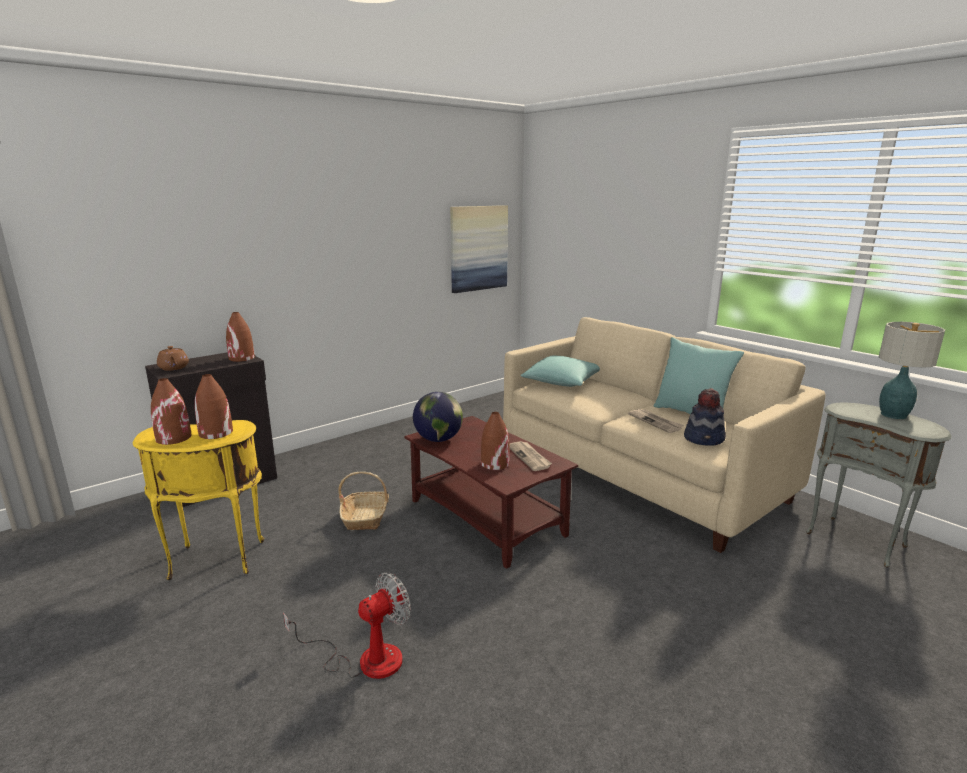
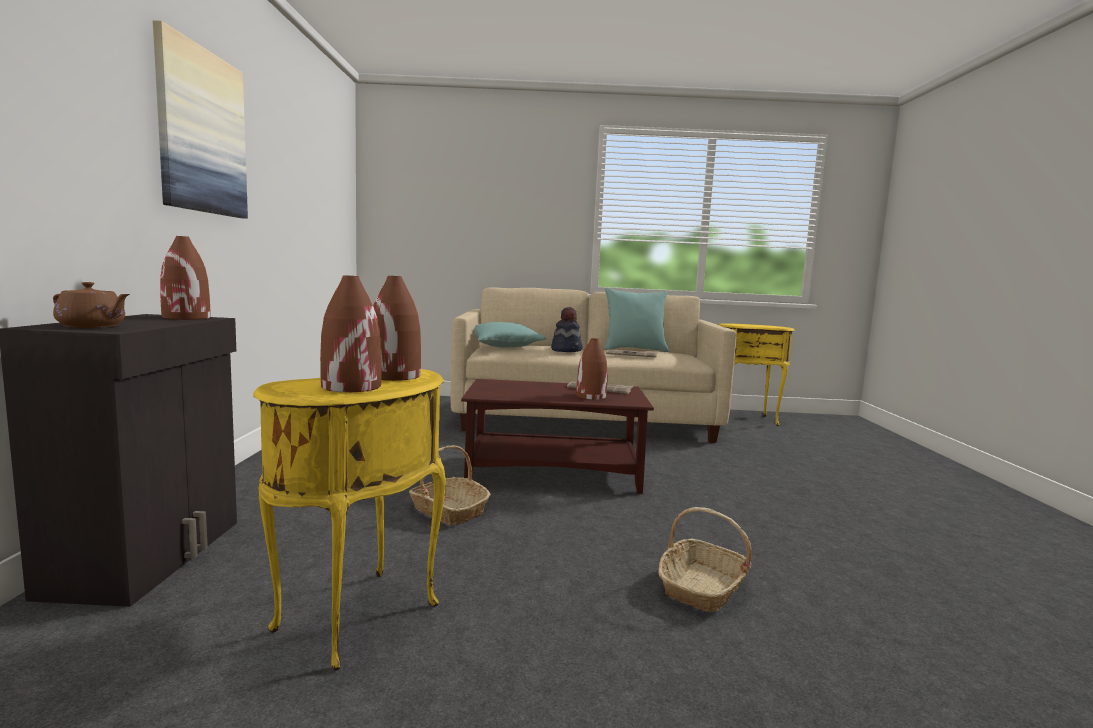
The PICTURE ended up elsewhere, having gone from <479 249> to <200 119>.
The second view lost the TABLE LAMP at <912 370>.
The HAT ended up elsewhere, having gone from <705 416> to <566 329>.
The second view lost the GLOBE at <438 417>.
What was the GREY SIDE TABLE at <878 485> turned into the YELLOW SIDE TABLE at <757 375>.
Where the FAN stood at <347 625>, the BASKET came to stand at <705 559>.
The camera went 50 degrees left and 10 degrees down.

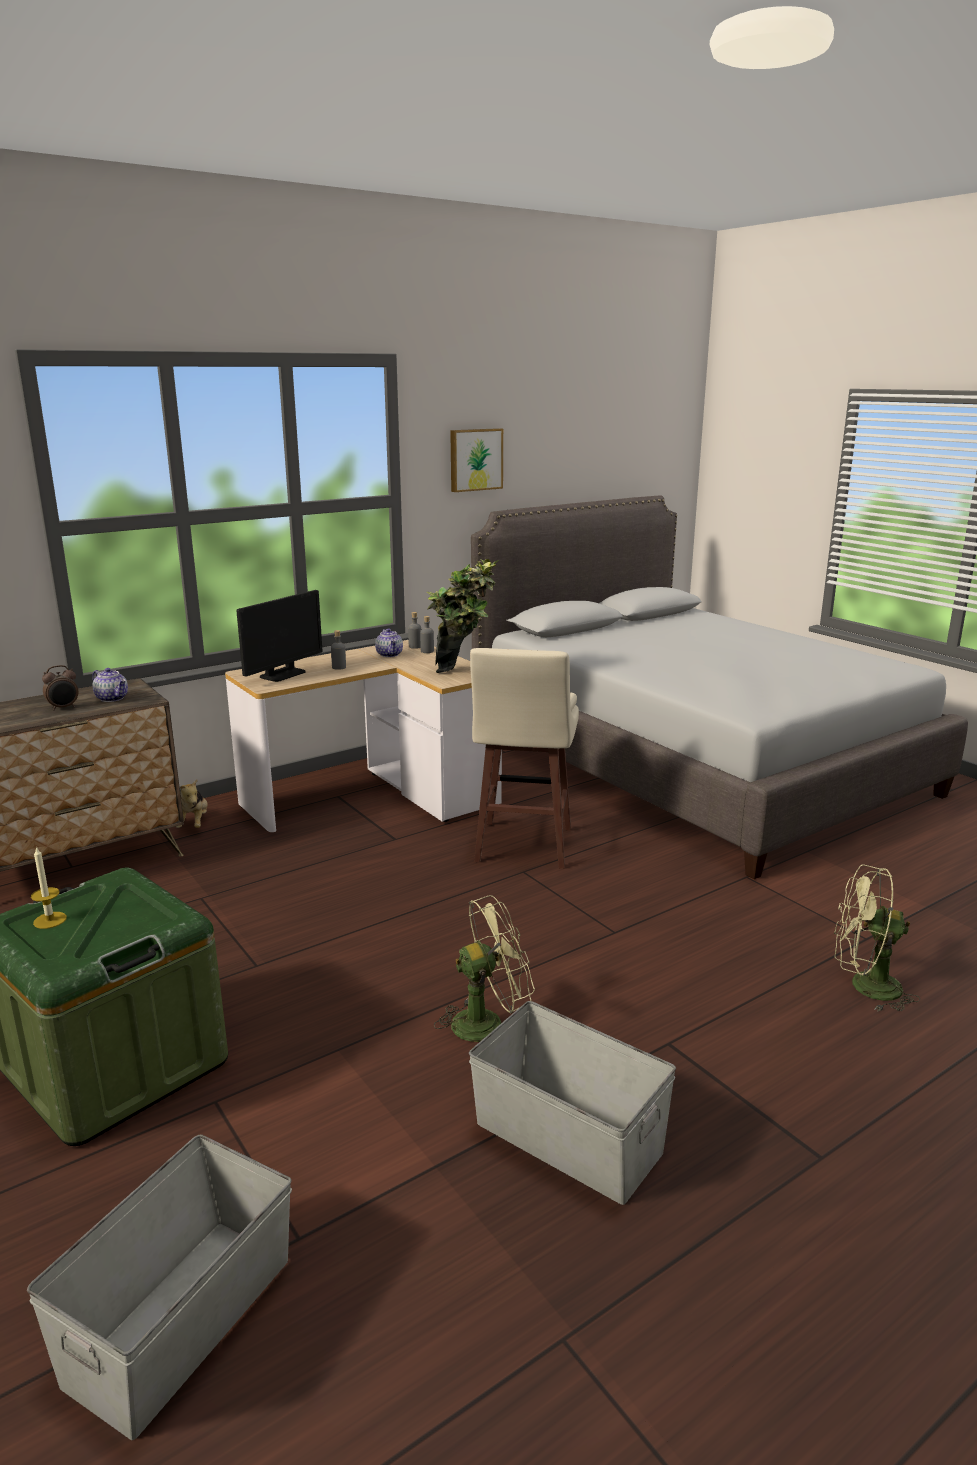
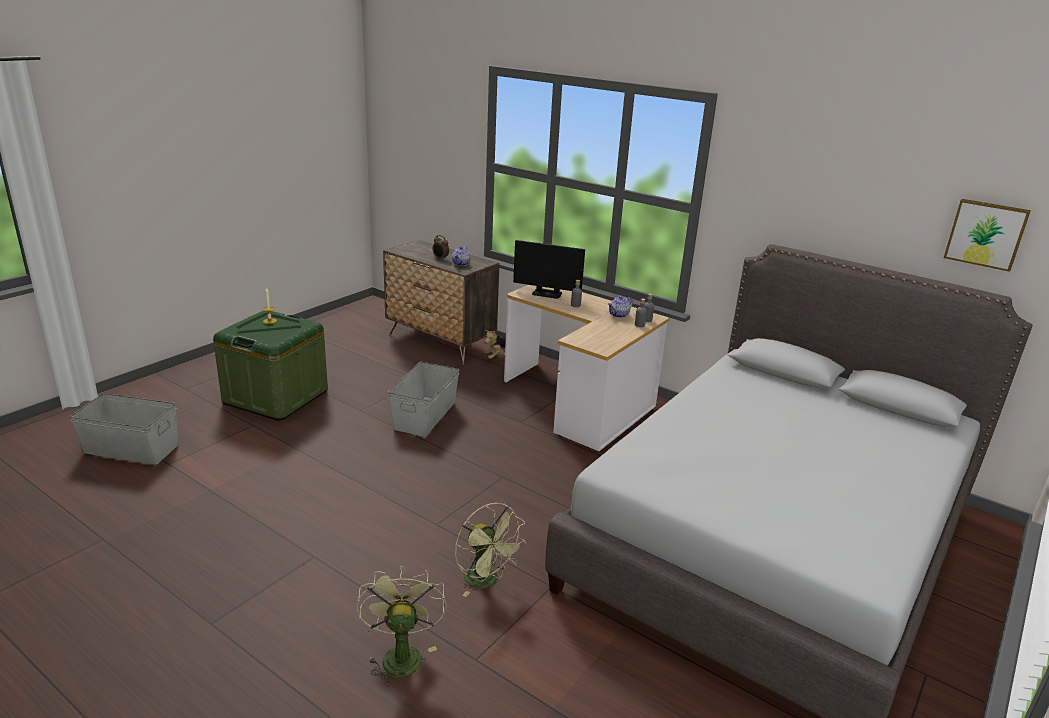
The PICTURE ended up elsewhere, having gone from <476 460> to <987 235>.
The second view lost the POTTED PLANT at <463 616>.
The second view lost the BEIGE STOOL at <524 758>.
The GREEN FAN ended up elsewhere, having gone from <484 968> to <490 550>.
The GREY STORAGE BOX ended up elsewhere, having gone from <572 1103> to <424 399>.
The camera went 70 degrees right and 5 degrees up.

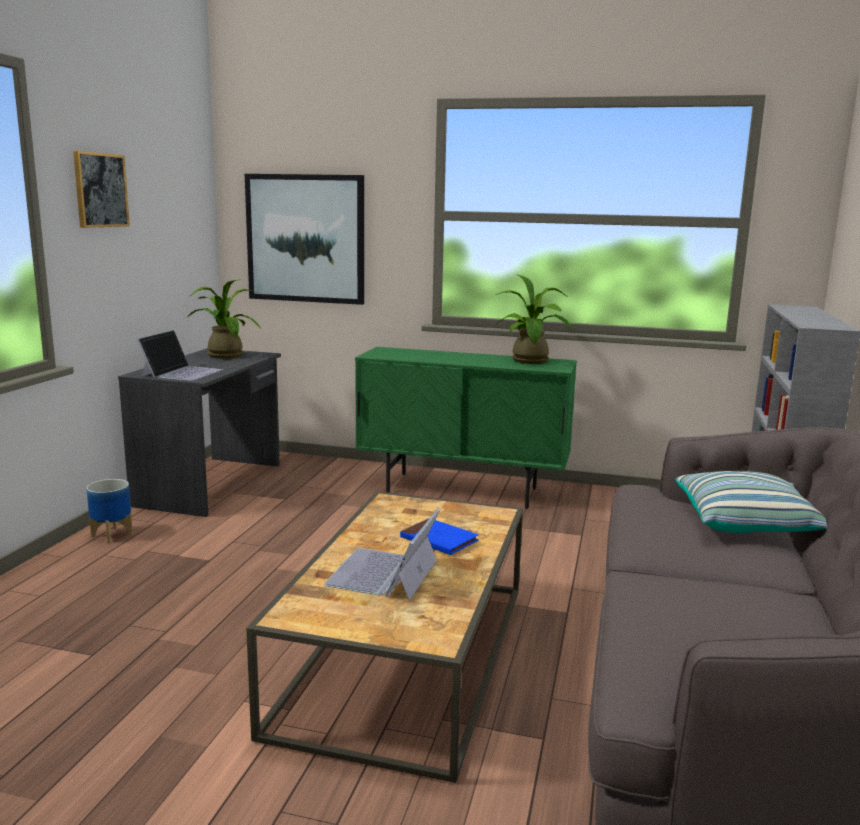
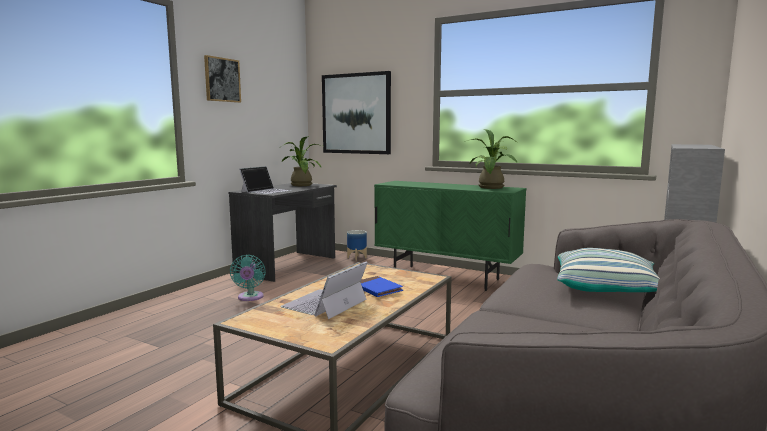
The PLANTER ended up elsewhere, having gone from <109 511> to <357 245>.
The second view gained the TURQUOISE FAN at <248 278>.
The camera went 15 degrees right and 5 degrees down.

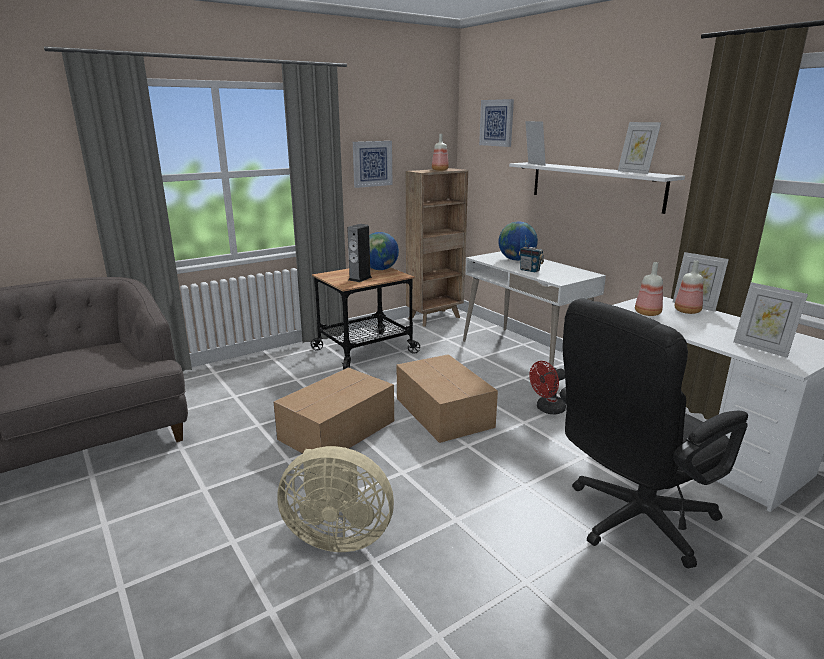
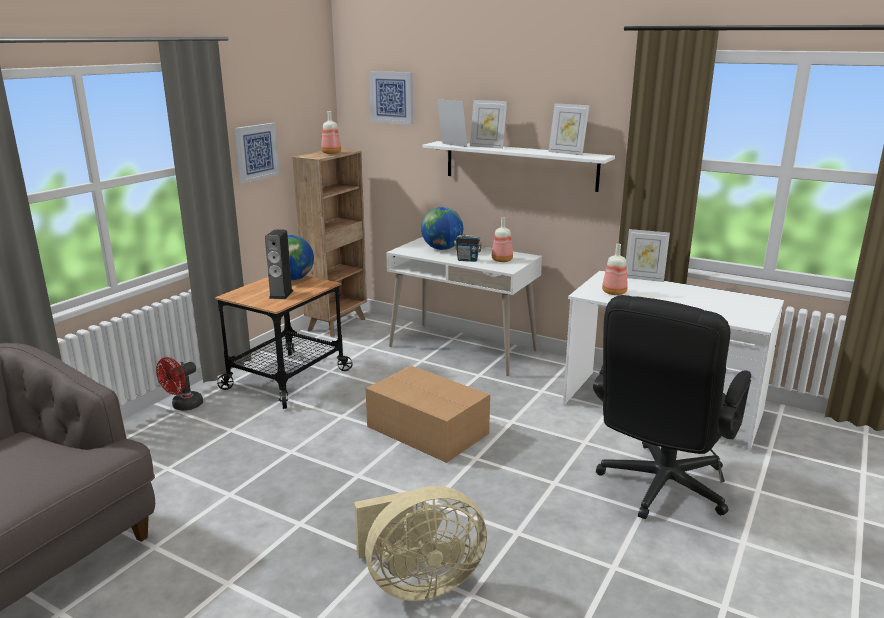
The BOTTLE ended up elsewhere, having gone from <688 287> to <502 239>.
The PICTURE FRAME ended up elsewhere, having gone from <770 320> to <488 124>.
The RED FAN ended up elsewhere, having gone from <547 387> to <179 384>.
The second view lost the CARDBOARD BOX at <333 410>.
The camera went 25 degrees left and 0 degrees up.

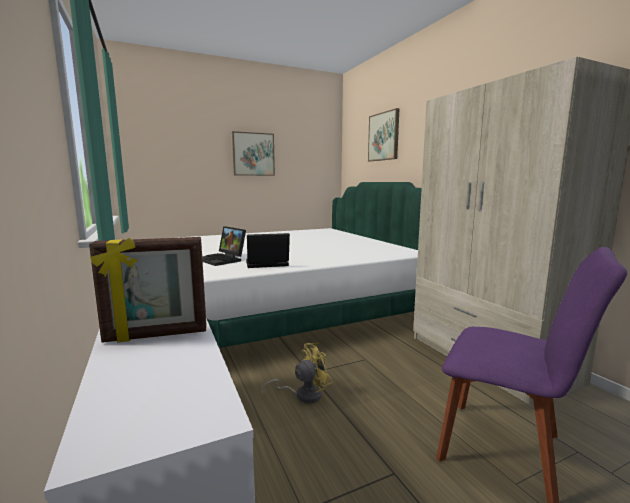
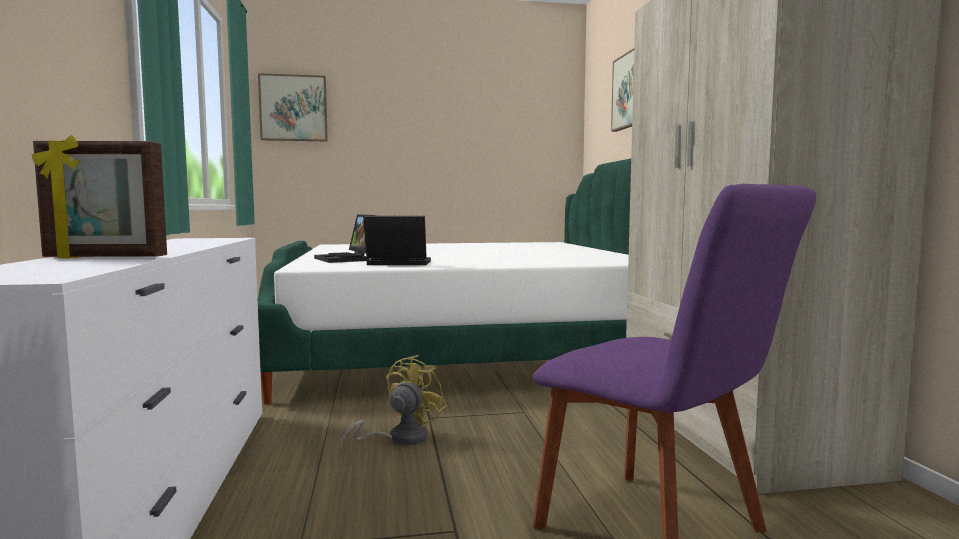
The PICTURE ended up elsewhere, having gone from <253 153> to <293 107>.
The YELLOW FAN at <296 373> ended up facing another way, 45 degrees counterclockwise from before.
The camera went 15 degrees right and 5 degrees down.

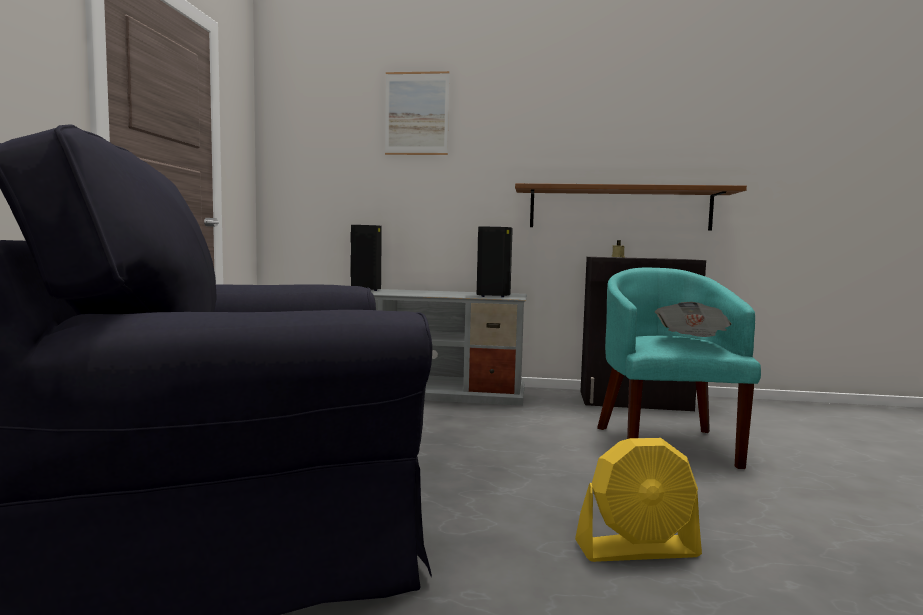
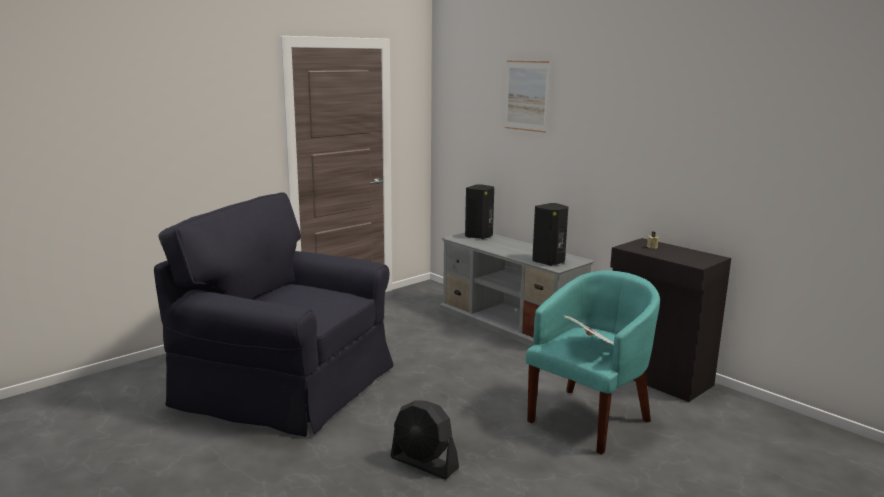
The second view lost the BROWN SHELF at <631 207>.
What was the YELLOW FAN at <638 500> turned into the BLACK FAN at <424 439>.
The camera went 40 degrees right and 10 degrees up.

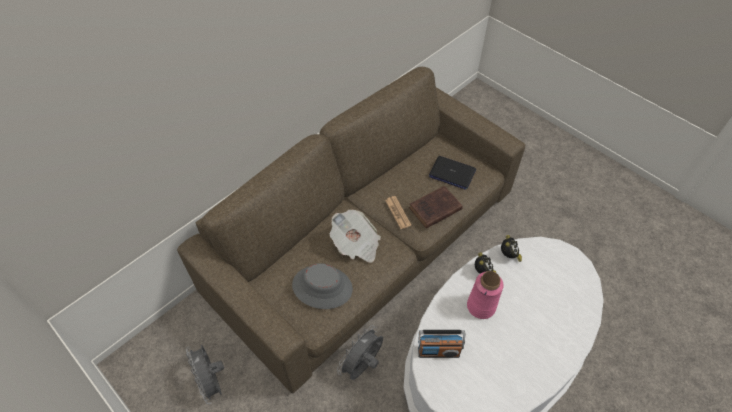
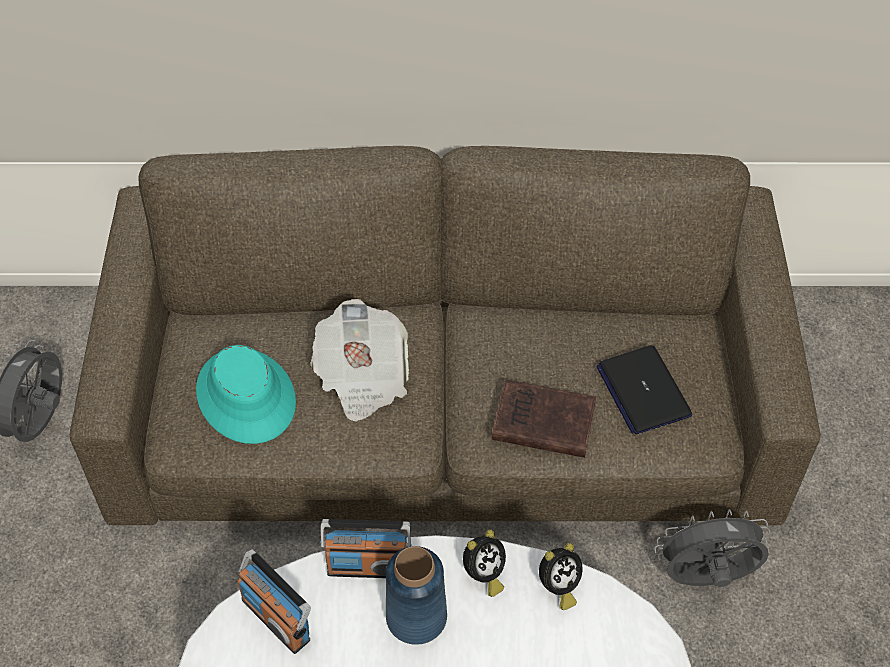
The second view lost the NEWSPAPER at <398 212>.
What was the GREY HAT at <322 286> turned into the TURQUOISE HAT at <246 394>.
What was the PINK VASE at <485 295> turned into the BLUE VASE at <416 595>.
The GREY FAN ended up elsewhere, having gone from <360 352> to <712 548>.
The second view gained the RADIO at <365 548>.
The camera went 45 degrees right and 0 degrees up.

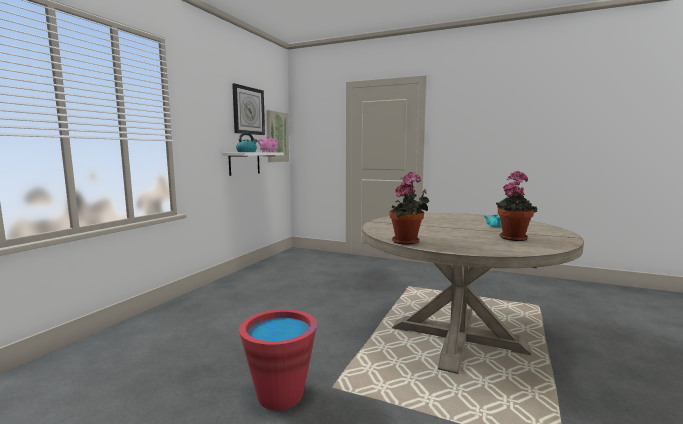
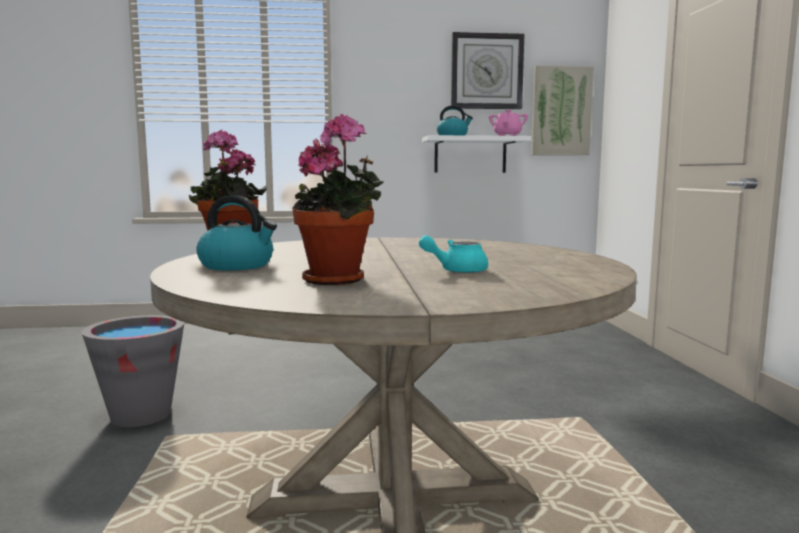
What was the RED BUCKET at <278 359> turned into the GREY BUCKET at <133 371>.
The second view gained the KETTLE at <236 232>.
The camera went 60 degrees right and 0 degrees up.

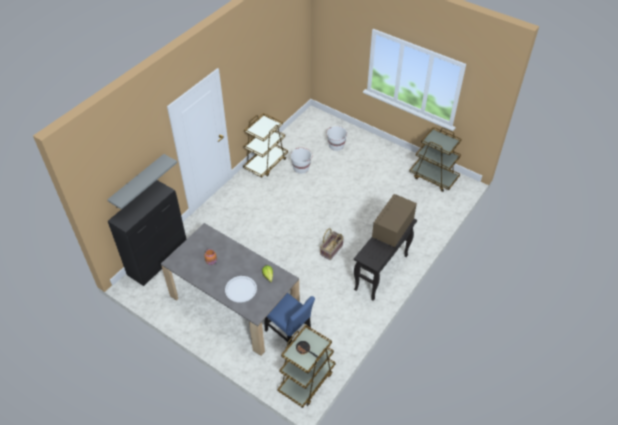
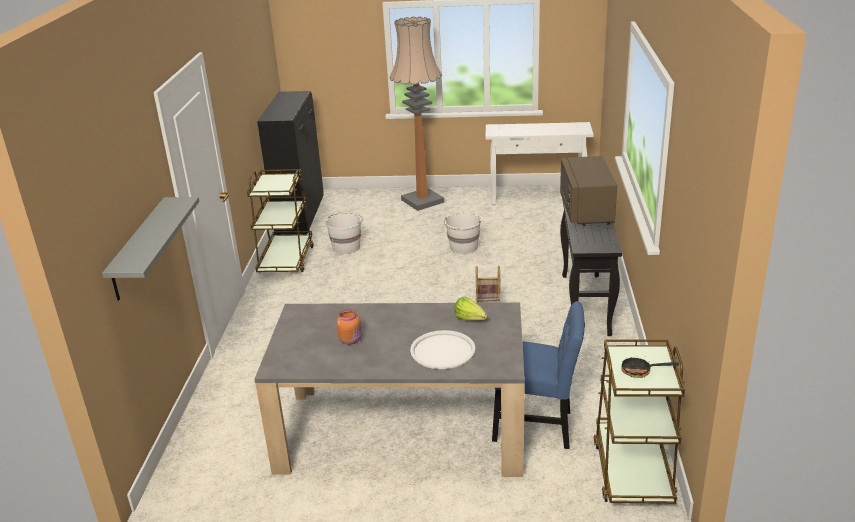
The WHITE BUCKET ended up elsewhere, having gone from <336 138> to <462 233>.
Where the BROWN CART stood at <435 159>, the WHITE CONSOLE TABLE came to stand at <540 163>.
The BLACK CABINET ended up elsewhere, having gone from <147 233> to <290 163>.
The second view gained the FLOOR LAMP at <417 114>.
The camera went 30 degrees left and 20 degrees down.

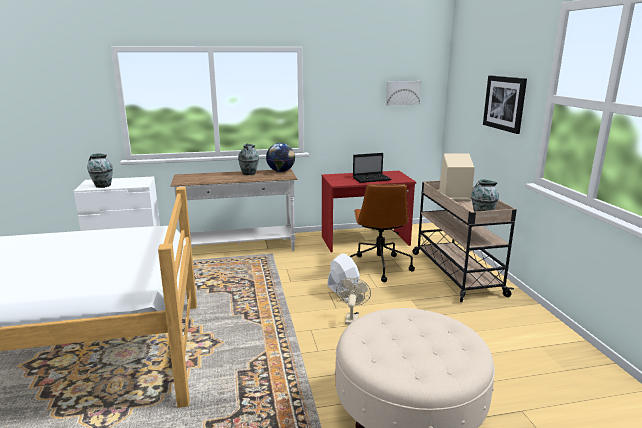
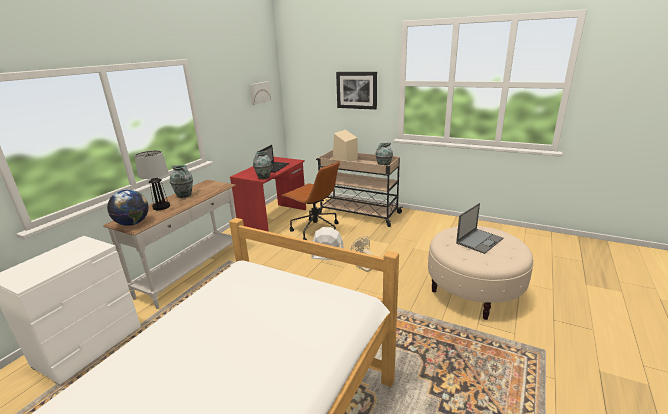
The GLOBE ended up elsewhere, having gone from <280 157> to <128 207>.
The VASE ended up elsewhere, having gone from <100 170> to <262 165>.
The second view gained the TABLE LAMP at <152 180>.
The second view gained the LAPTOP at <479 228>.
The camera went 50 degrees left and 5 degrees up.

